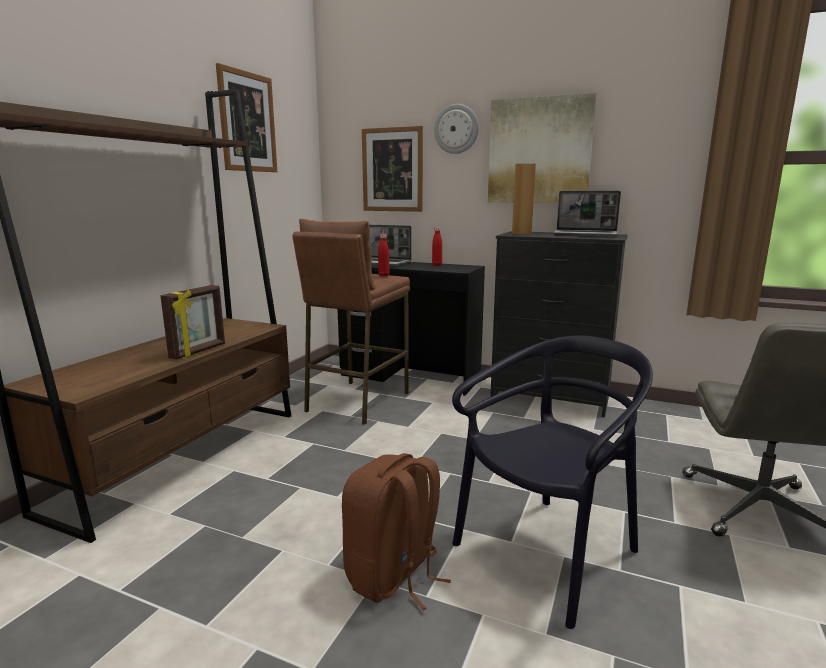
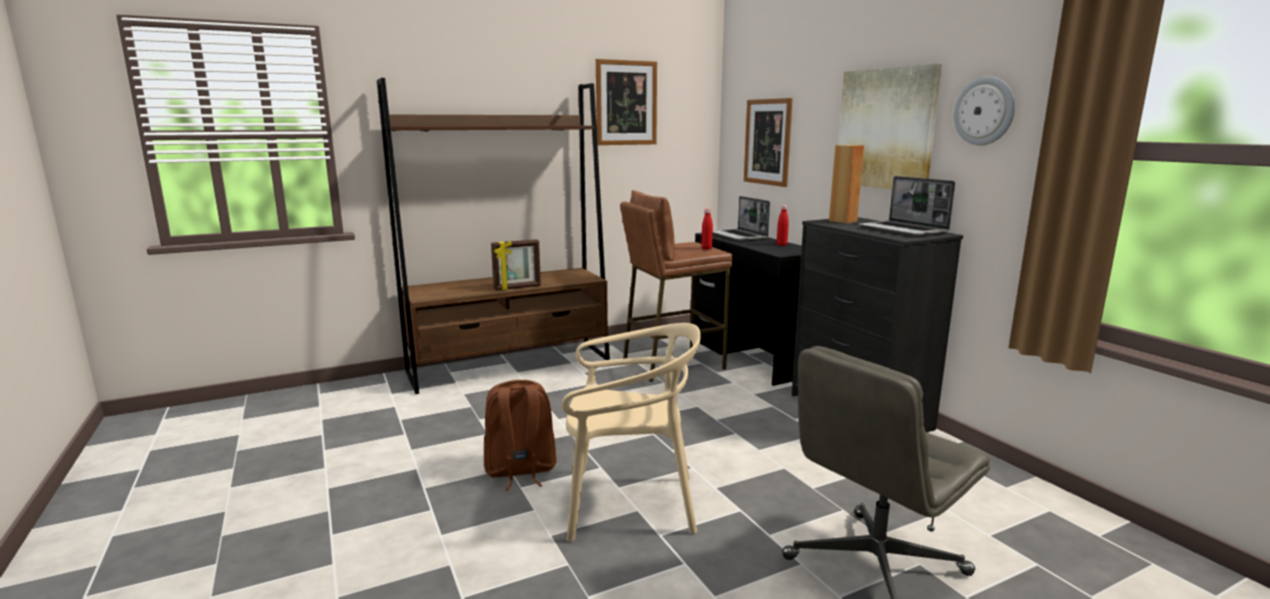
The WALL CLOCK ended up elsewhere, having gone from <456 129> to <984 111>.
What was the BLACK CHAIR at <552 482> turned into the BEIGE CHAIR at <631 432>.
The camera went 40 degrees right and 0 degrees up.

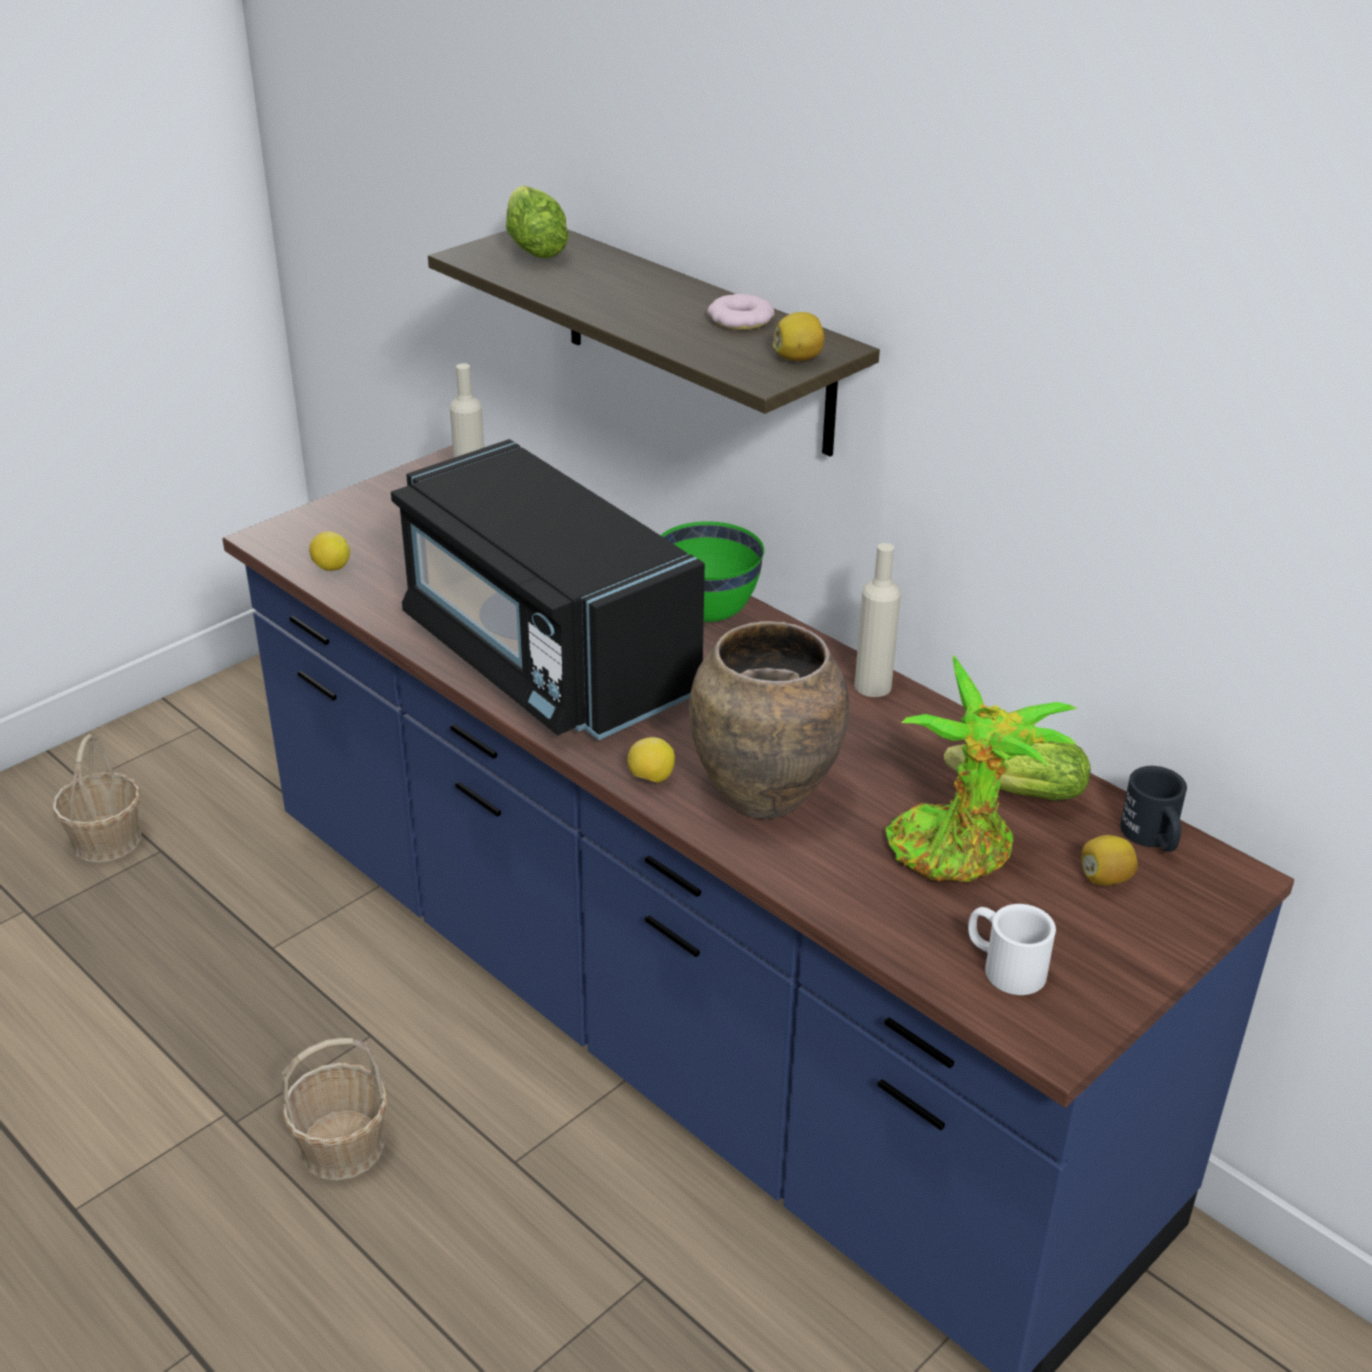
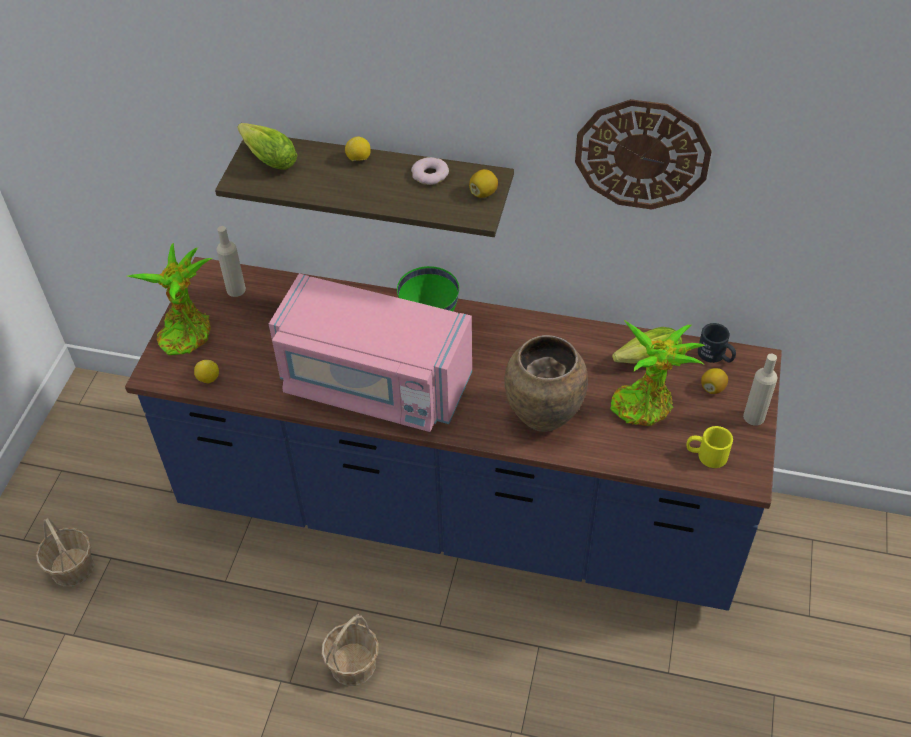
What was the BLACK MICROWAVE at <548 589> turned into the PINK MICROWAVE at <370 353>.
The BEIGE BOTTLE ended up elsewhere, having gone from <878 620> to <760 390>.
The LEMON ended up elsewhere, having gone from <651 760> to <358 148>.
What was the WHITE MUG at <1012 949> turned into the YELLOW MUG at <709 447>.
The second view gained the WALL CLOCK at <643 154>.
The second view gained the POTTED PLANT at <170 299>.
The camera went 30 degrees left and 15 degrees up.

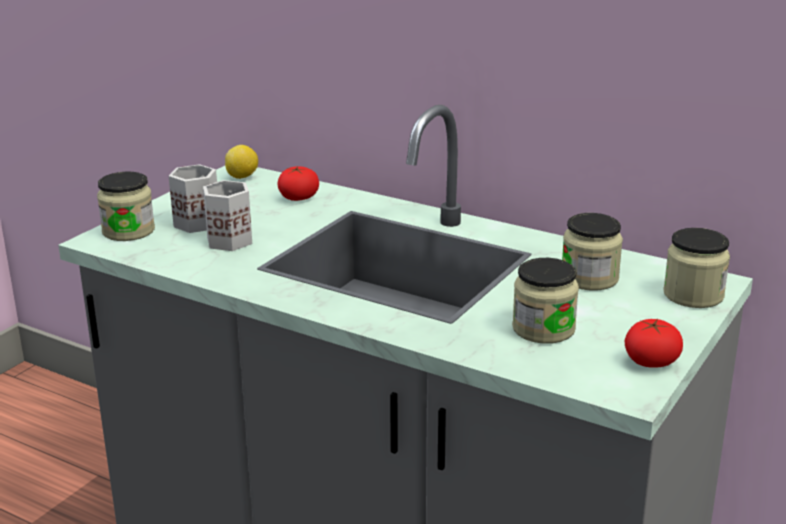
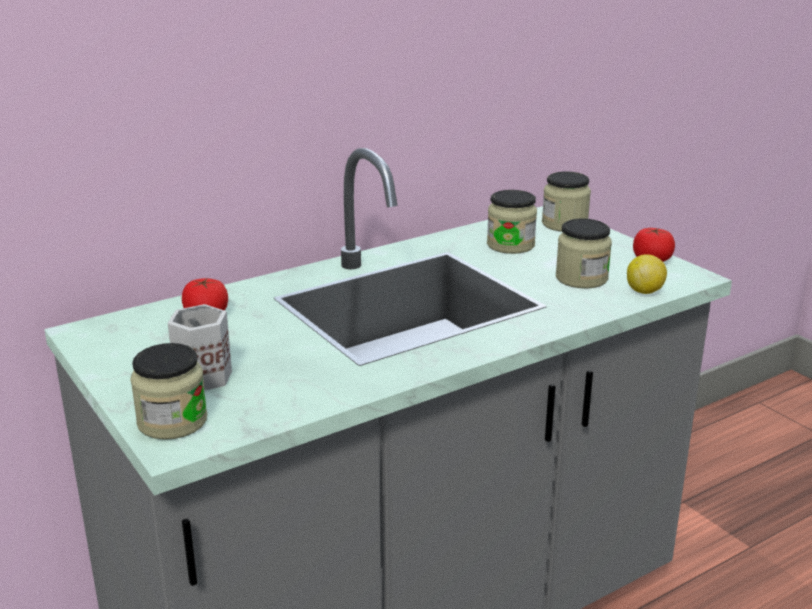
The LEMON ended up elsewhere, having gone from <241 162> to <647 274>.
The second view lost the WHITE MUG at <227 215>.
The camera went 65 degrees left and 0 degrees up.

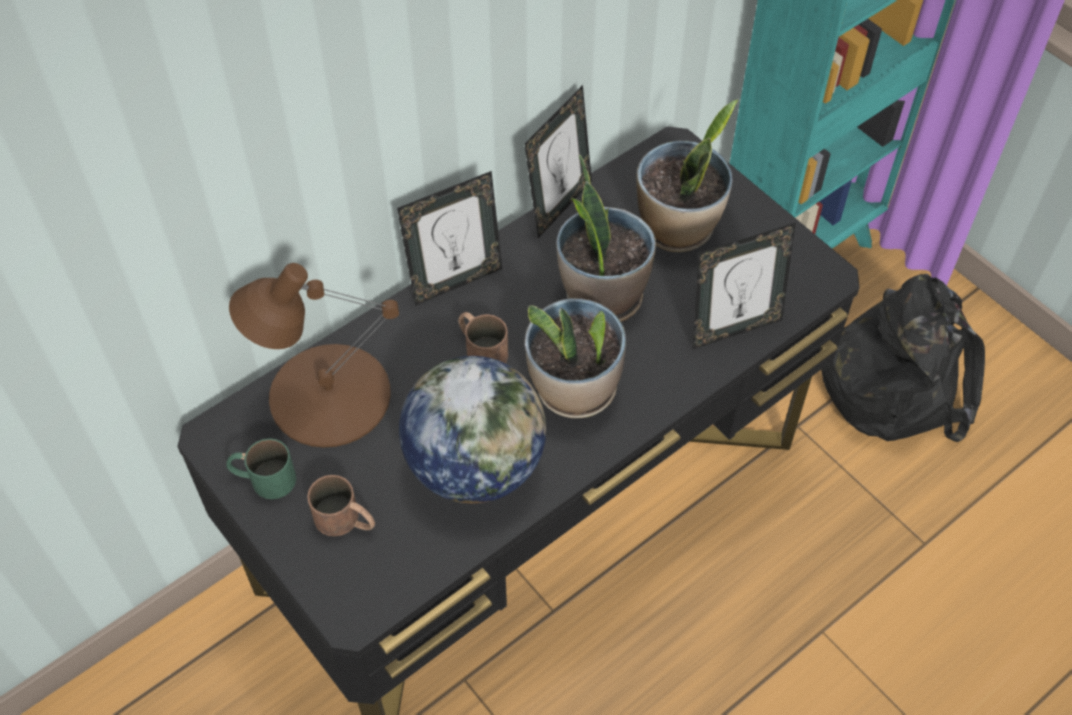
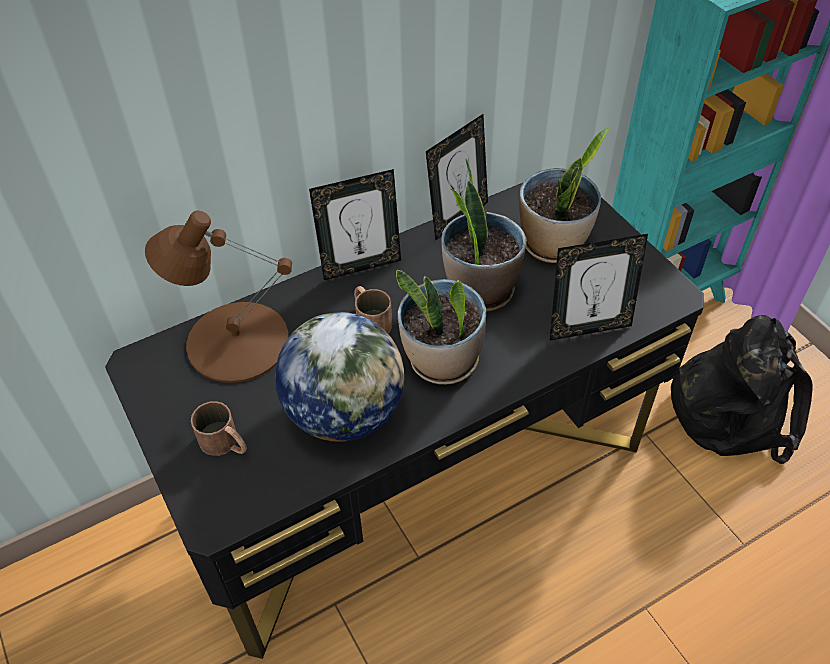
The second view lost the GREEN MUG at <261 468>.
The camera went 10 degrees right and 5 degrees down.

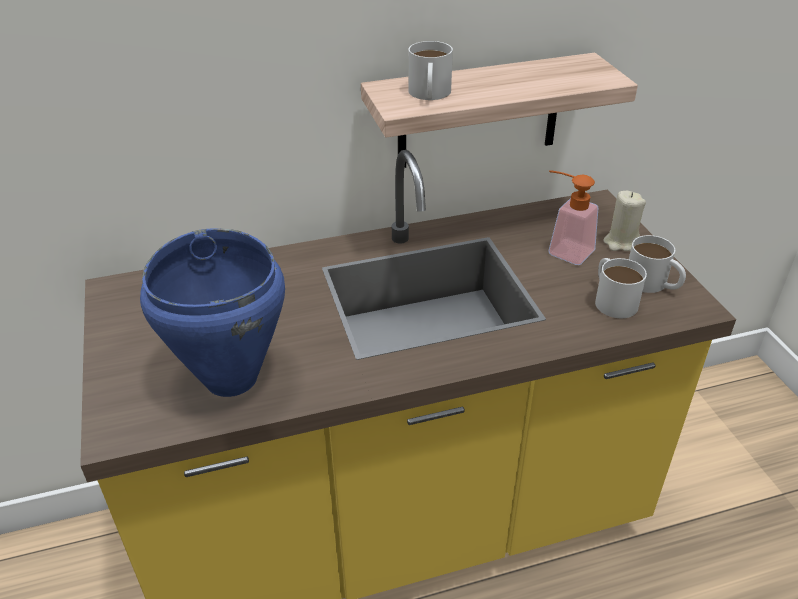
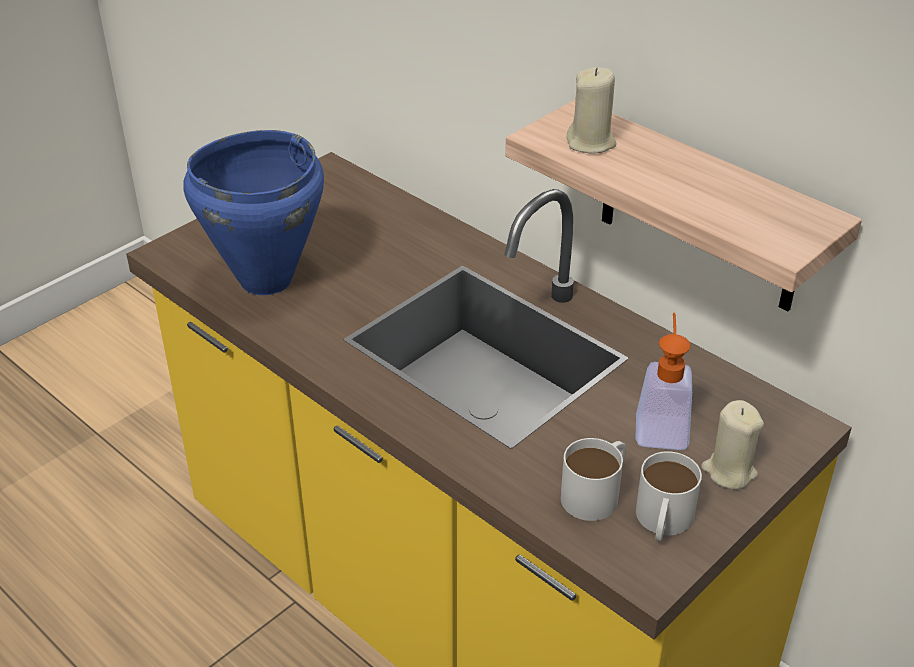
Where the WHITE MUG stood at <430 70>, the BEIGE CANDLE came to stand at <592 110>.
The camera went 60 degrees right and 0 degrees up.

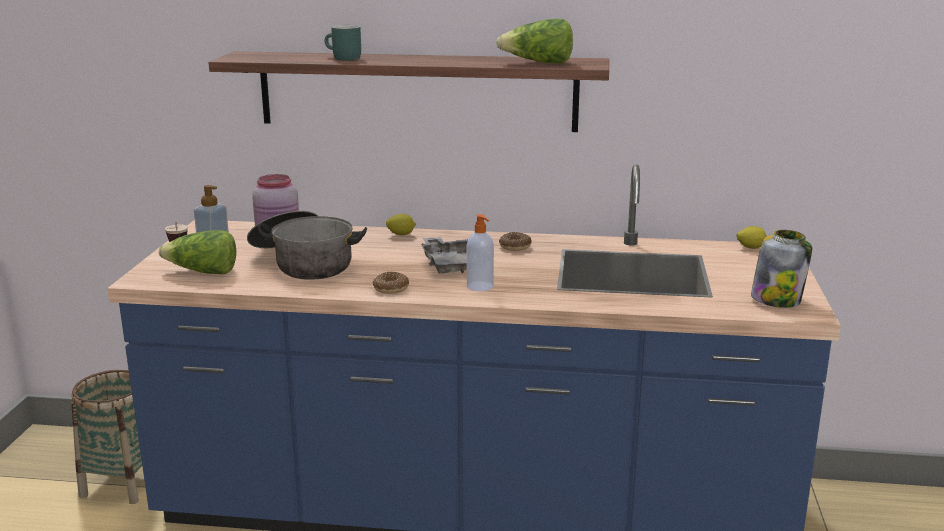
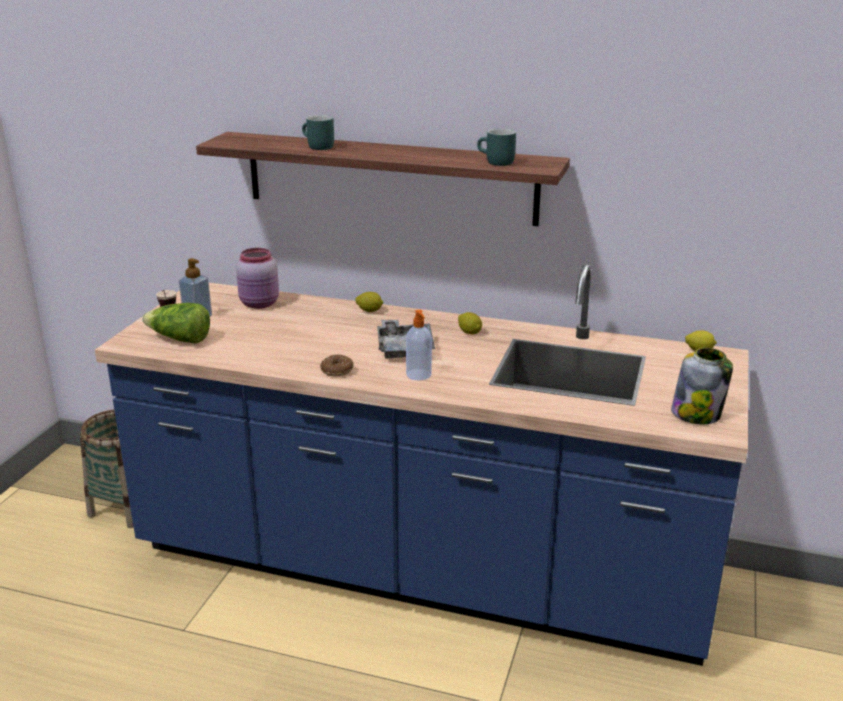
Where the LETTUCE stood at <534 41>, the TURQUOISE MUG came to stand at <496 147>.
The second view lost the COOKING POT at <307 245>.
Where the DONUT stood at <515 241>, the LEMON came to stand at <470 323>.
The camera went 10 degrees right and 5 degrees up.

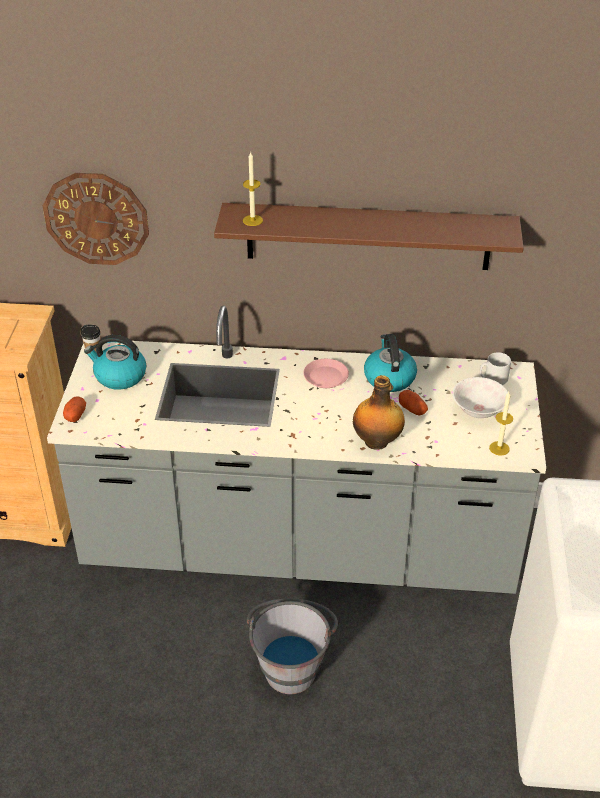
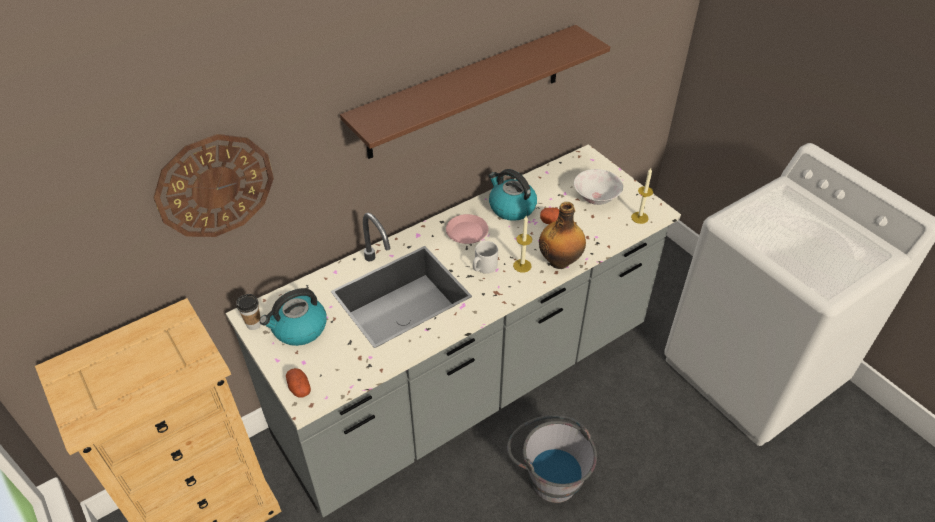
The CANDLE ended up elsewhere, having gone from <253 189> to <522 244>.
The GREY MUG ended up elsewhere, having gone from <495 368> to <485 257>.
The camera went 40 degrees left and 5 degrees up.

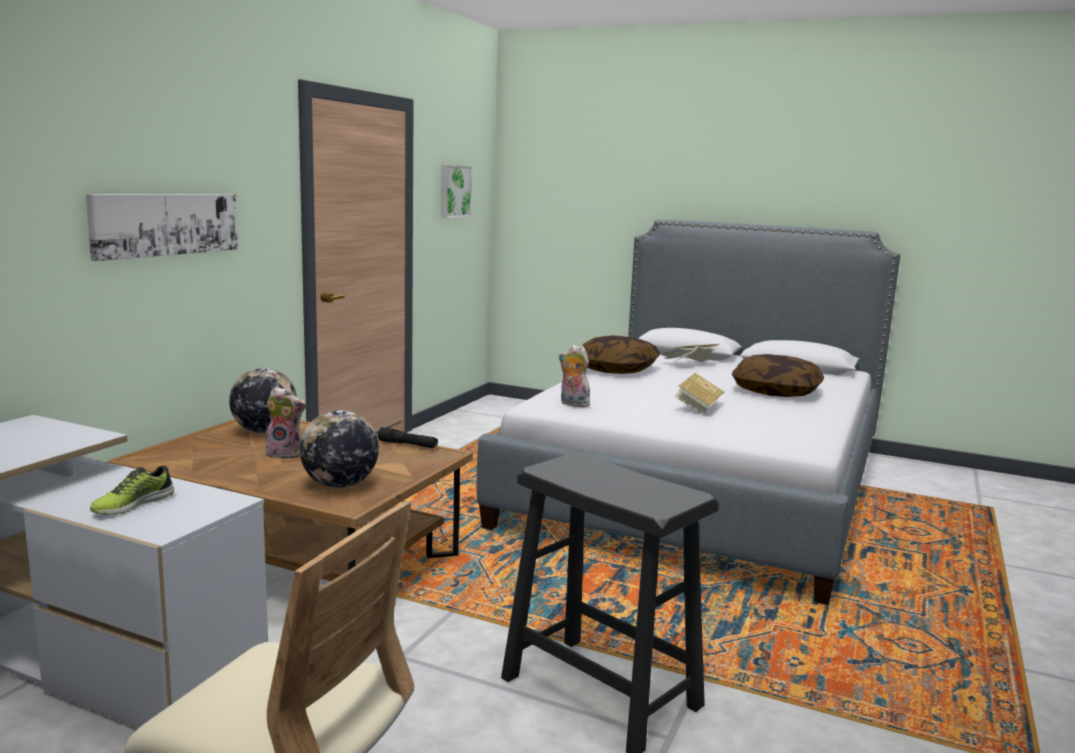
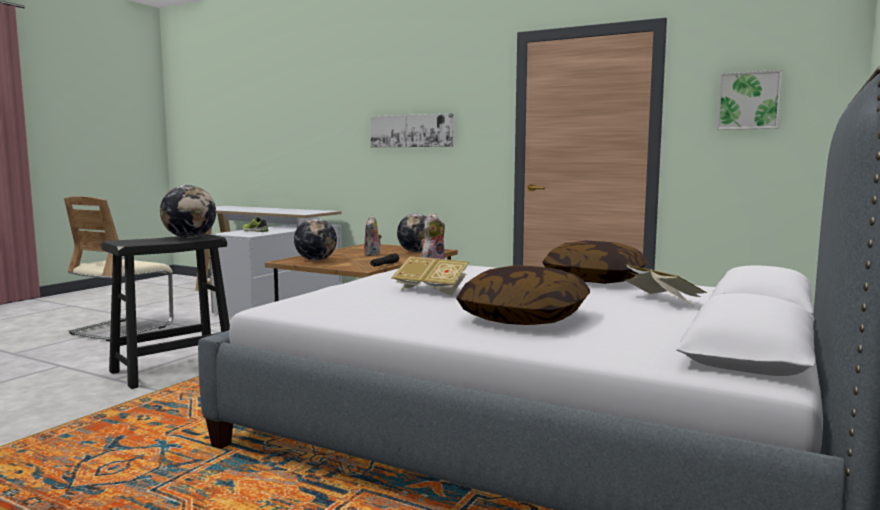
The second view gained the GLOBE at <188 211>.
The camera went 95 degrees right and 5 degrees down.

